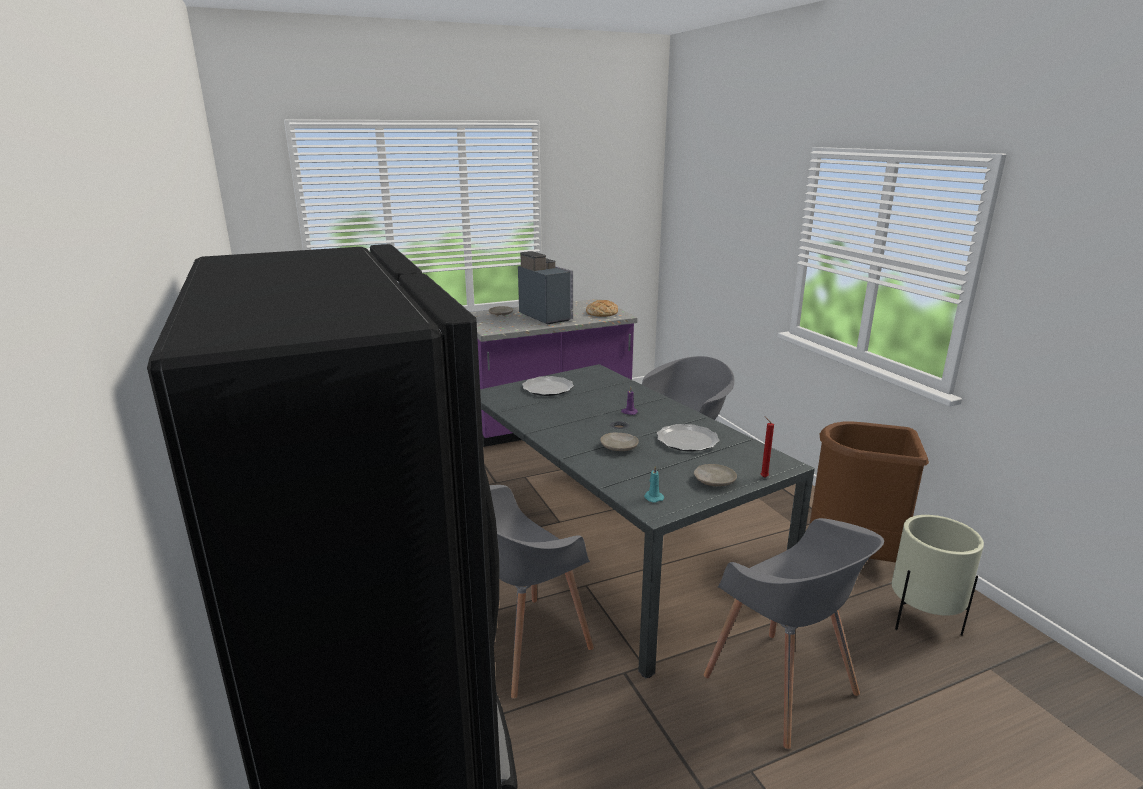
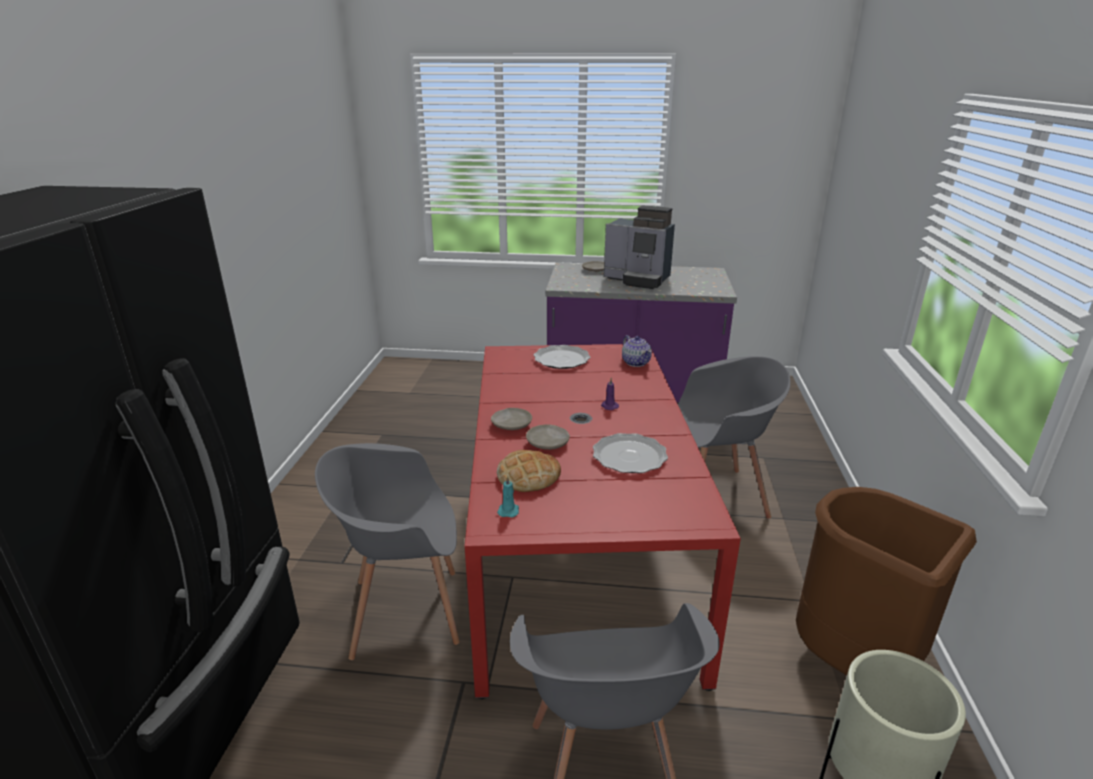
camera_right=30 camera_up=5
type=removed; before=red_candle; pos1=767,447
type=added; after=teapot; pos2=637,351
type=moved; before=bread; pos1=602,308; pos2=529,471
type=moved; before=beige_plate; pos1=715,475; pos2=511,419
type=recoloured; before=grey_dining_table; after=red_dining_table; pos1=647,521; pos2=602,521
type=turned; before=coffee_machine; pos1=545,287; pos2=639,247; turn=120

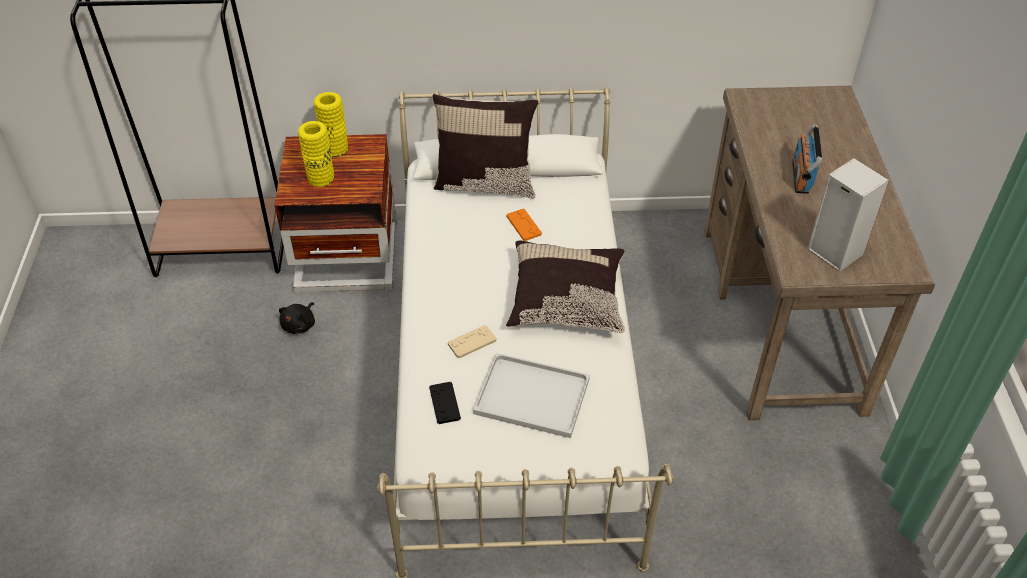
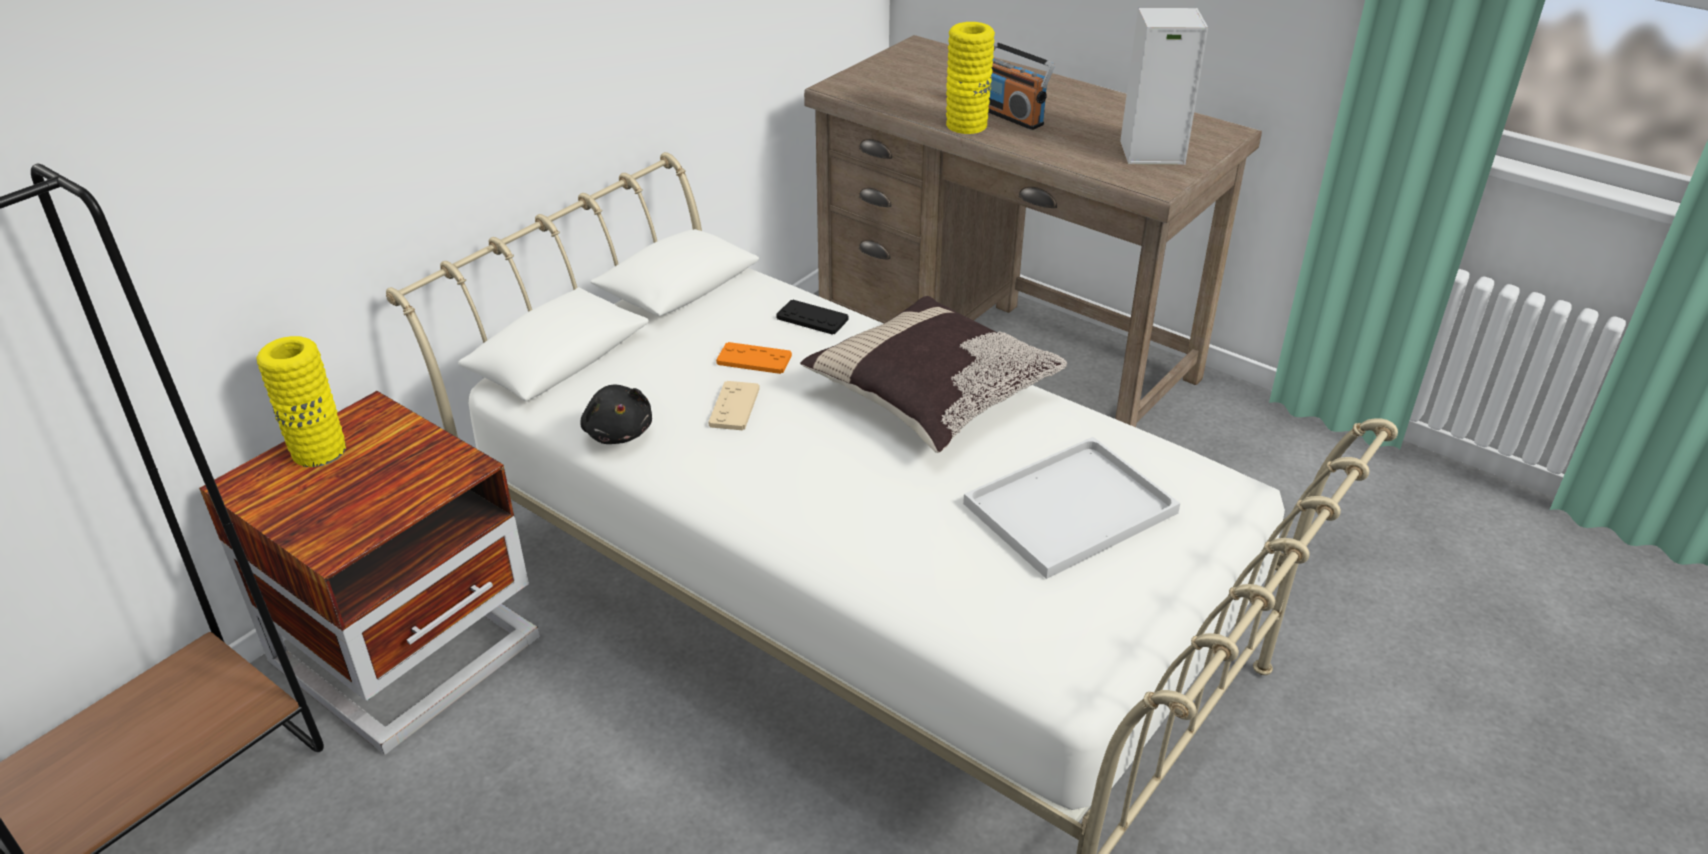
camera_right=-50 camera_up=-10
type=removed; before=pillow; pos1=485,146
type=moved; before=black_plush_toy; pos1=297,318; pos2=616,414
type=moved; before=yellow_vase; pos1=316,154; pos2=970,78
type=moved; before=black_game_controller; pos1=445,403; pos2=812,317
type=moved; before=beige_game_controller; pos1=472,341; pos2=734,405

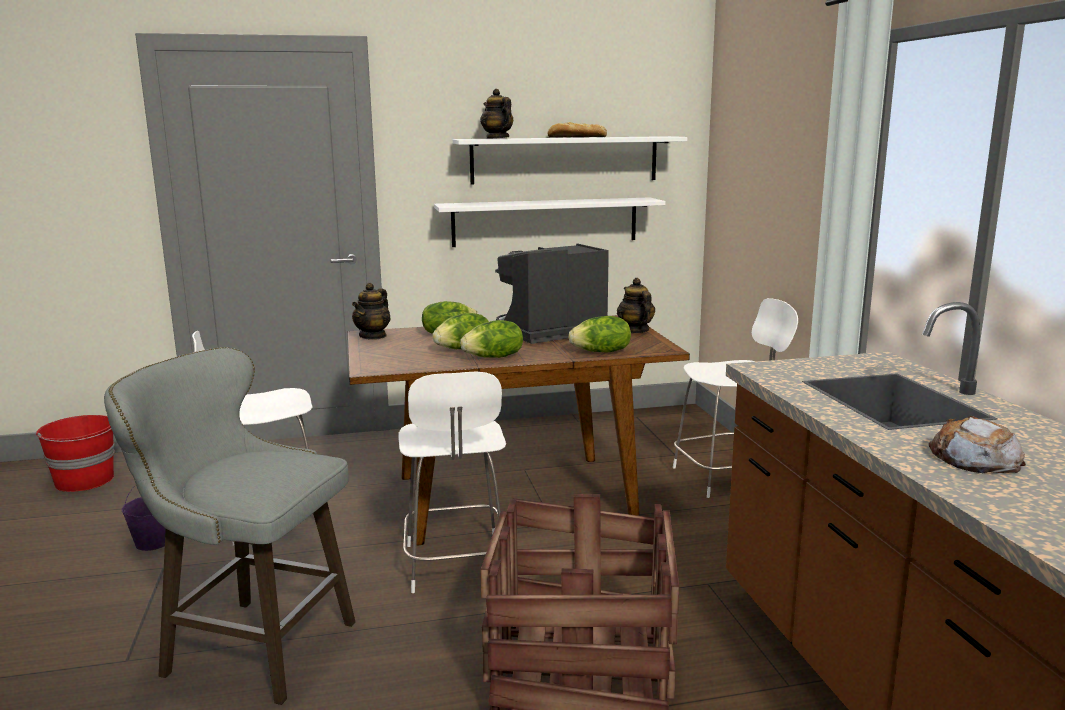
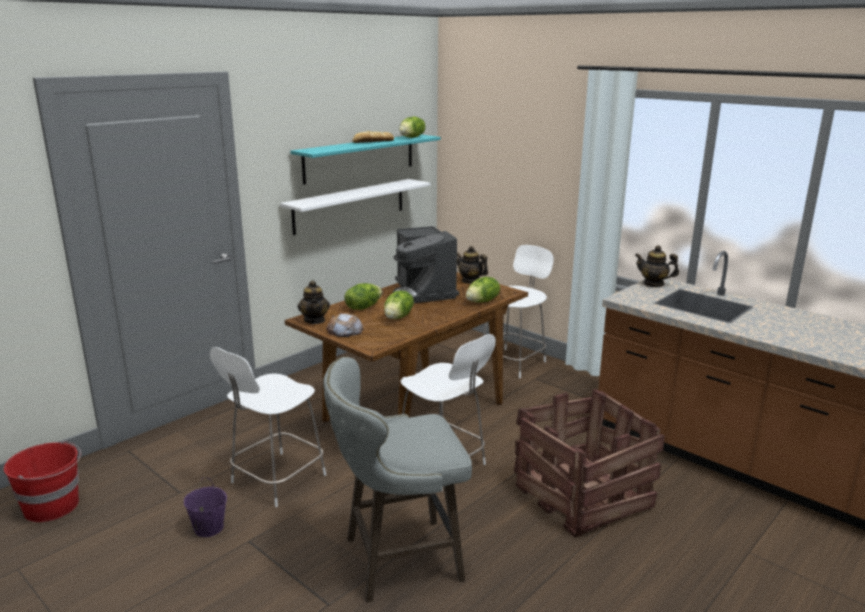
camera_right=-35 camera_up=5
type=moved; before=lettuce; pos1=491,339; pos2=412,127
type=moved; before=teapot; pos1=496,114; pos2=657,266
type=moved; before=bread; pos1=977,444; pos2=345,325
type=recoloured; before=white_shelf; after=turquoise_shelf; pos1=570,160; pos2=365,159
type=turned; before=coffee_machine; pos1=552,294; pos2=426,264; turn=-45

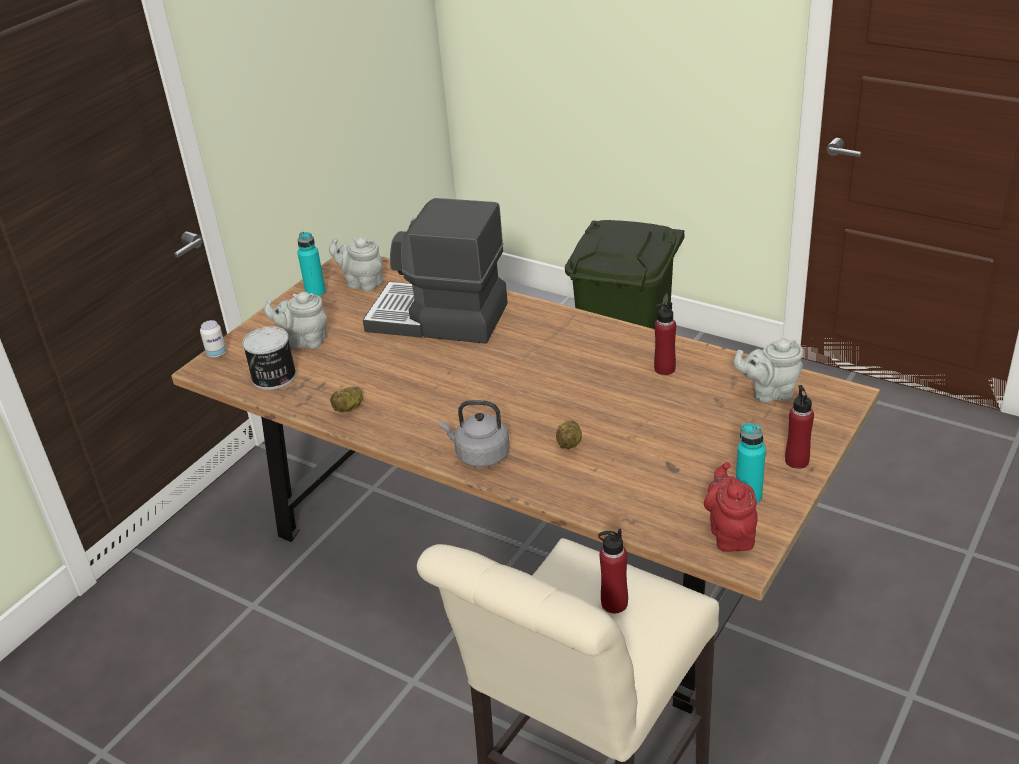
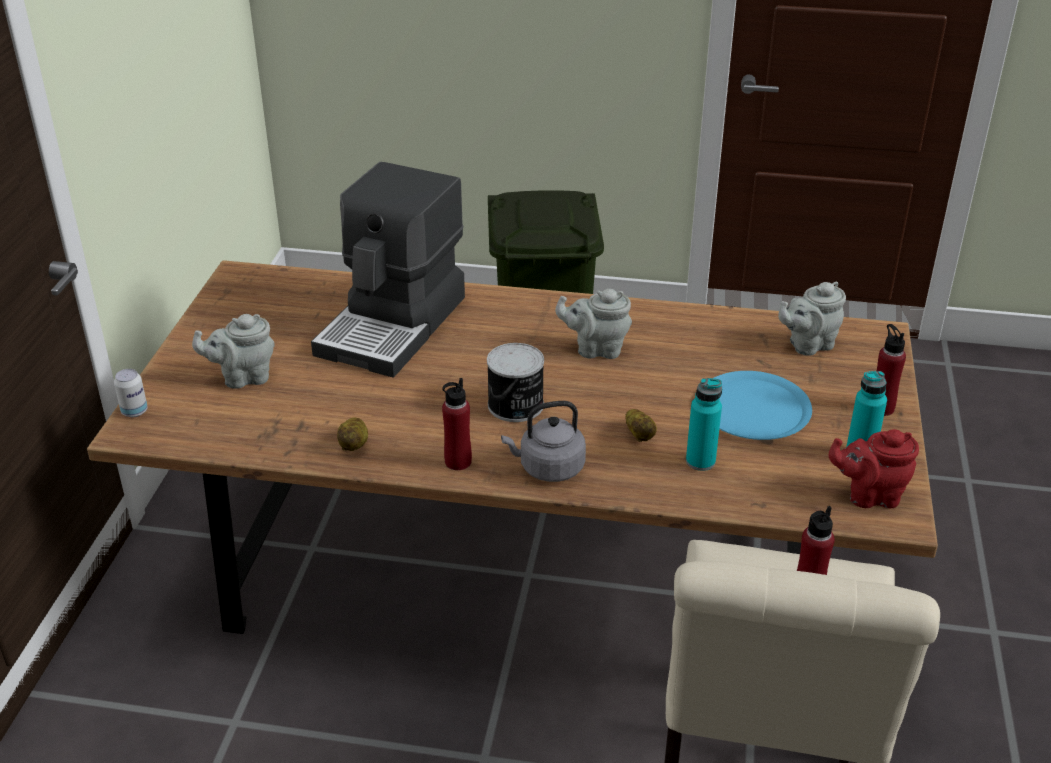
camera_right=-25 camera_up=0
type=added; after=blue_plate; pos2=763,405
type=moved; before=can; pos1=269,358; pos2=515,382
type=moved; before=turquoise_bottle; pos1=311,264; pos2=704,424
type=moved; before=grey_teapot; pos1=356,264; pos2=593,324
type=moved; before=red_bottle; pos1=665,338; pos2=457,424
type=turned; before=coffee_machine; pos1=435,271; pos2=388,270; turn=-60
type=turned; before=red_teapot; pos1=731,507; pos2=874,468; turn=-60

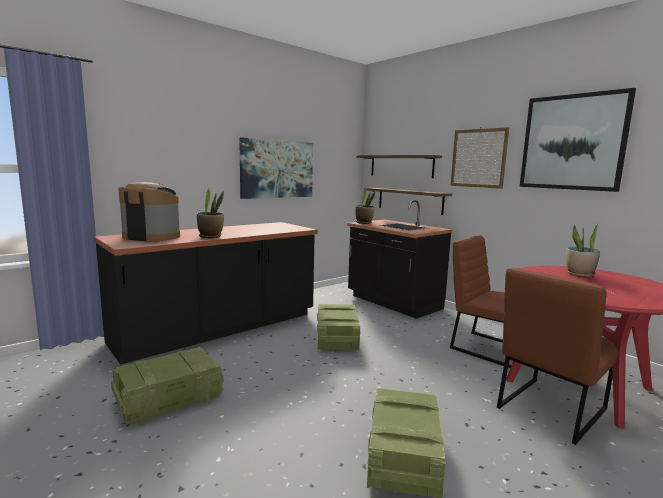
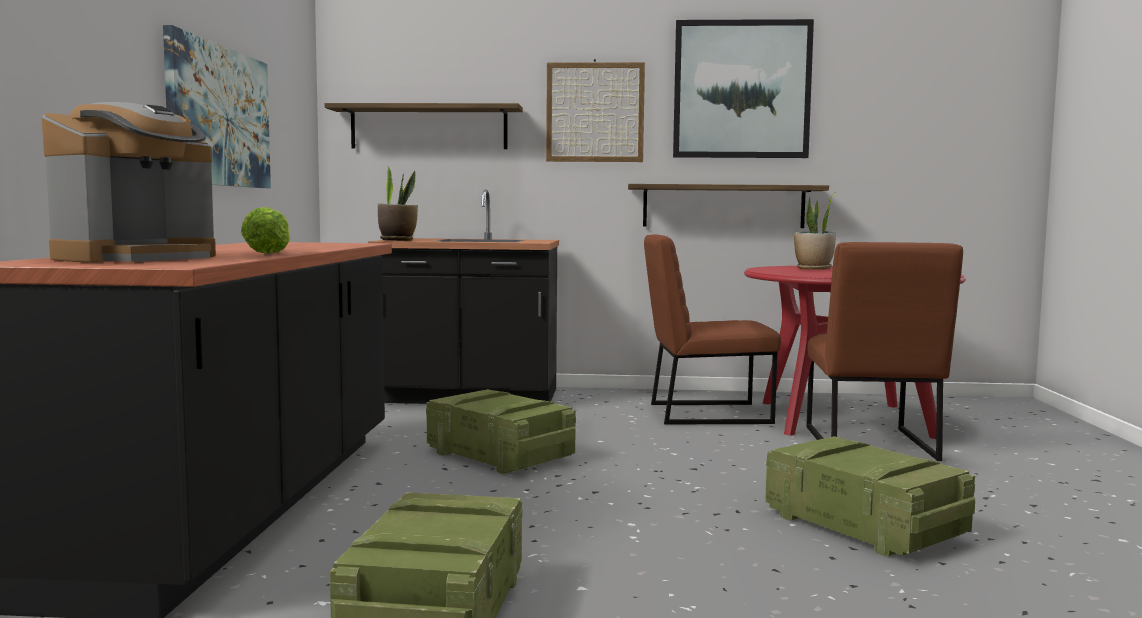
camera_right=-45 camera_up=-5
type=moved; before=shelf; pos1=408,201; pos2=728,206
type=replaced; before=potted_plant; after=lettuce; pos1=210,212; pos2=265,230
type=turned; before=coffee_machine; pos1=149,212; pos2=129,182; turn=150

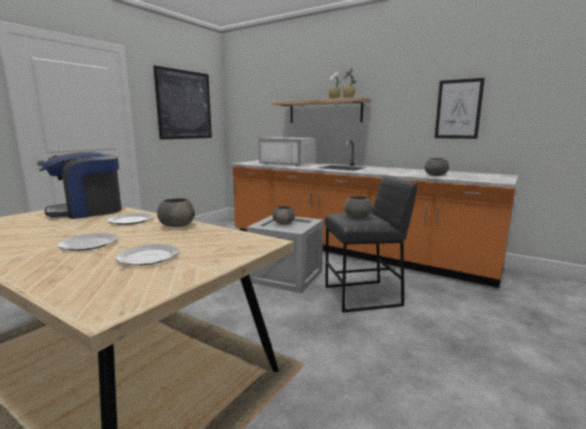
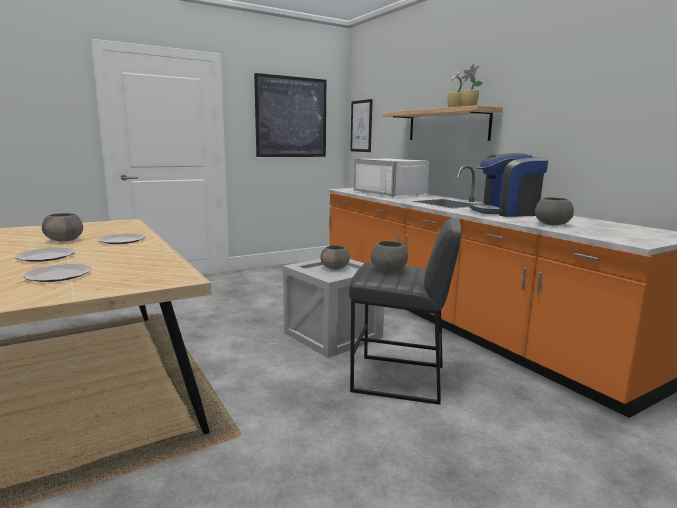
camera_right=25 camera_up=0
type=moved; before=coffee_machine; pos1=80,185; pos2=508,185
type=moved; before=grey_bowl; pos1=176,212; pos2=62,227
type=moved; before=picture; pos1=460,108; pos2=361,125

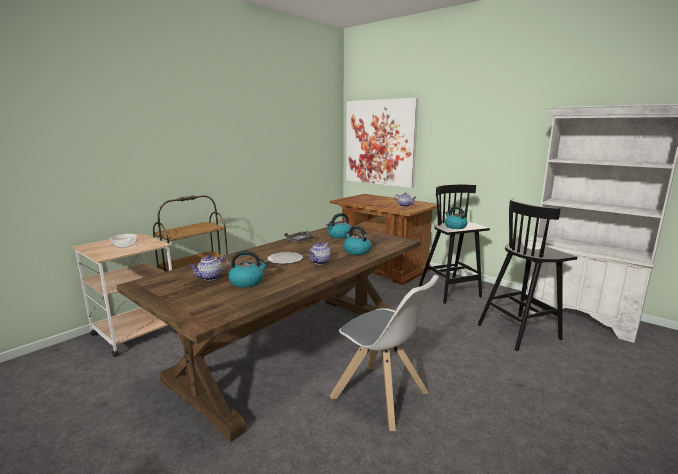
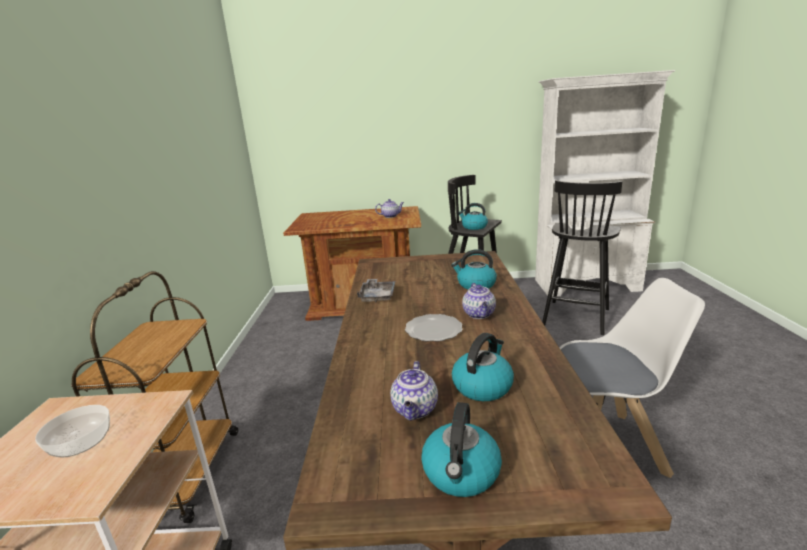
camera_right=-40 camera_up=5
type=removed; before=picture; pos1=382,143
type=moved; before=kettle; pos1=339,226; pos2=461,449

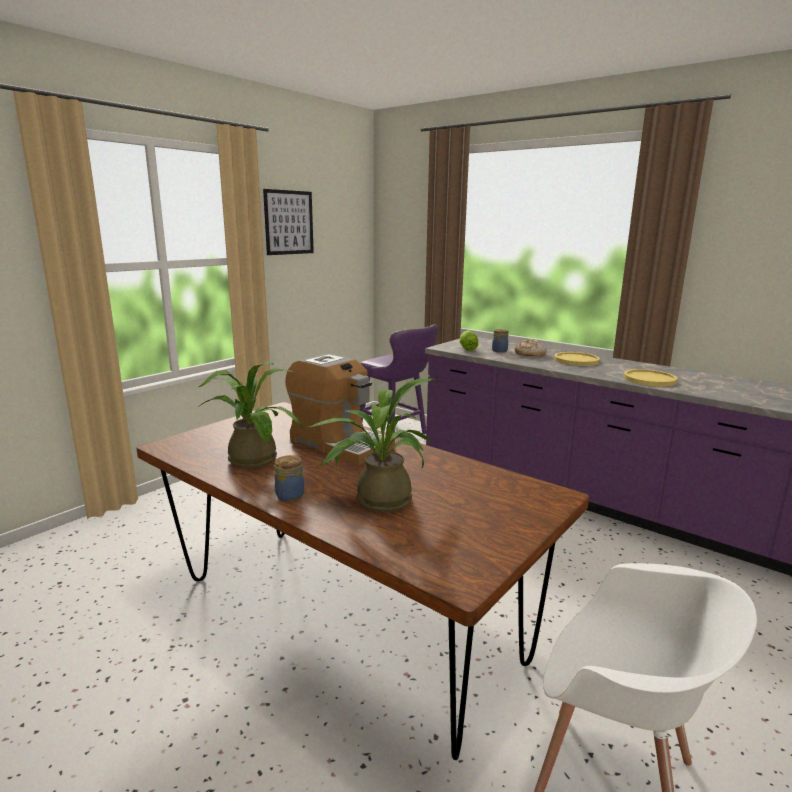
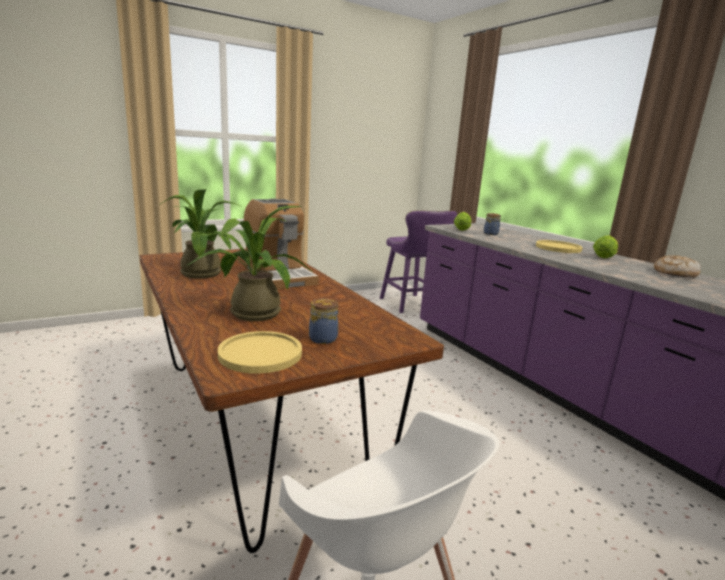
camera_right=20 camera_up=0
type=removed; before=picture; pos1=288,222
type=added; after=lettuce; pos2=605,246
type=moved; before=jar; pos1=289,478; pos2=323,321
type=moved; before=bread; pos1=530,347; pos2=677,266
type=moved; before=yellow_plate; pos1=651,378; pos2=260,352

